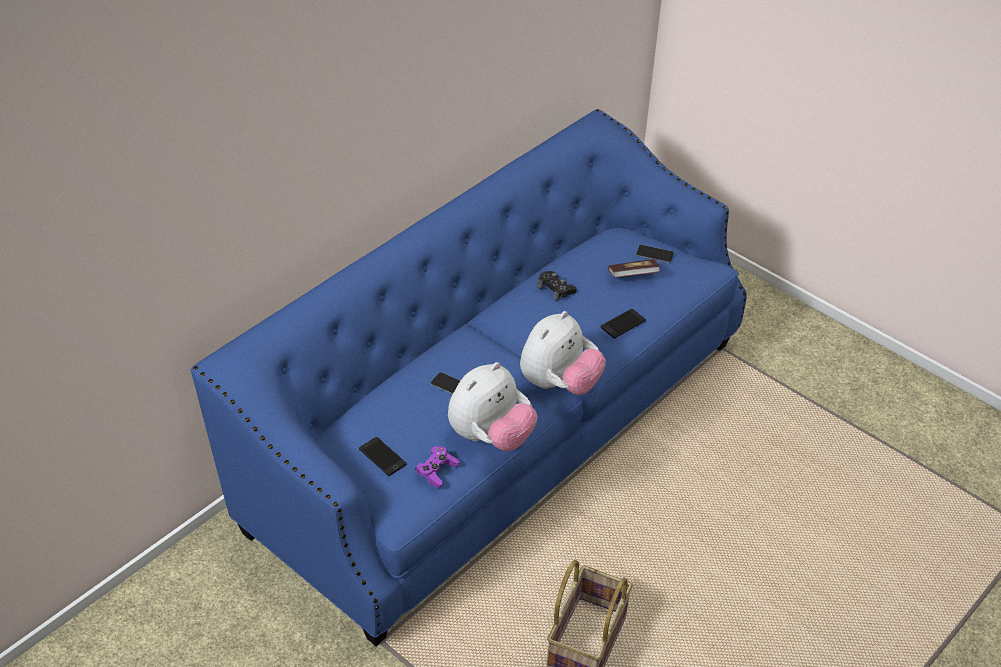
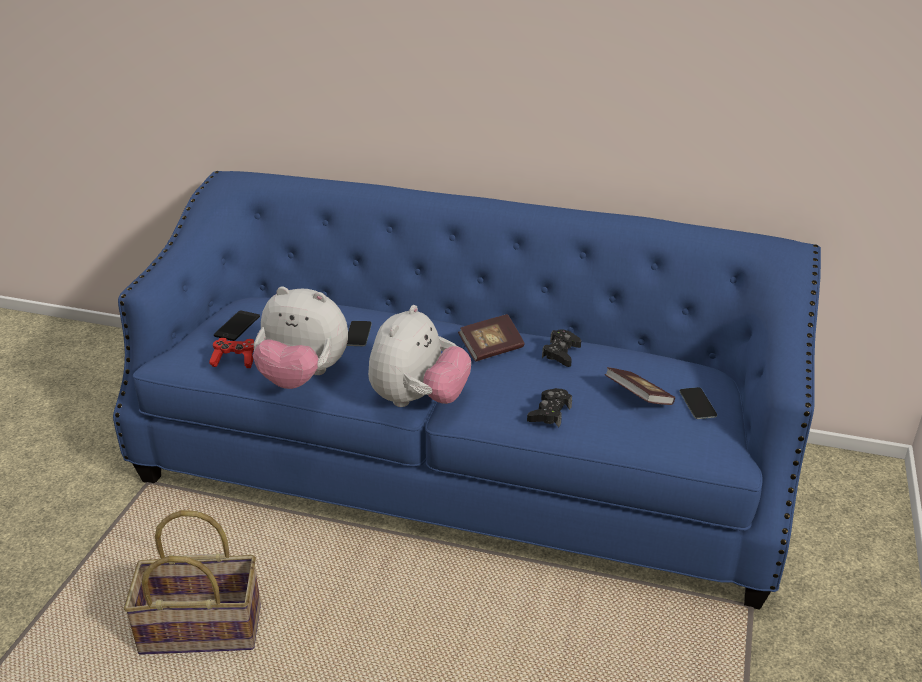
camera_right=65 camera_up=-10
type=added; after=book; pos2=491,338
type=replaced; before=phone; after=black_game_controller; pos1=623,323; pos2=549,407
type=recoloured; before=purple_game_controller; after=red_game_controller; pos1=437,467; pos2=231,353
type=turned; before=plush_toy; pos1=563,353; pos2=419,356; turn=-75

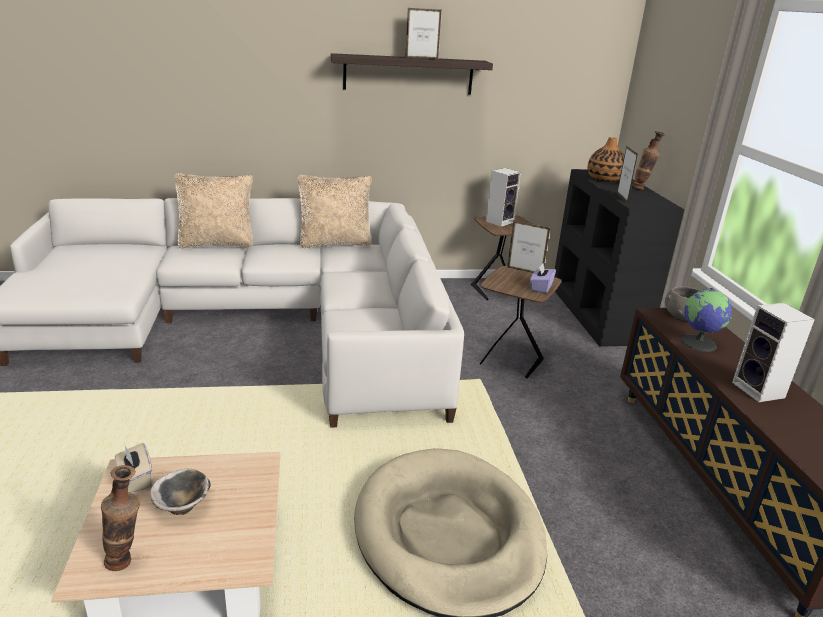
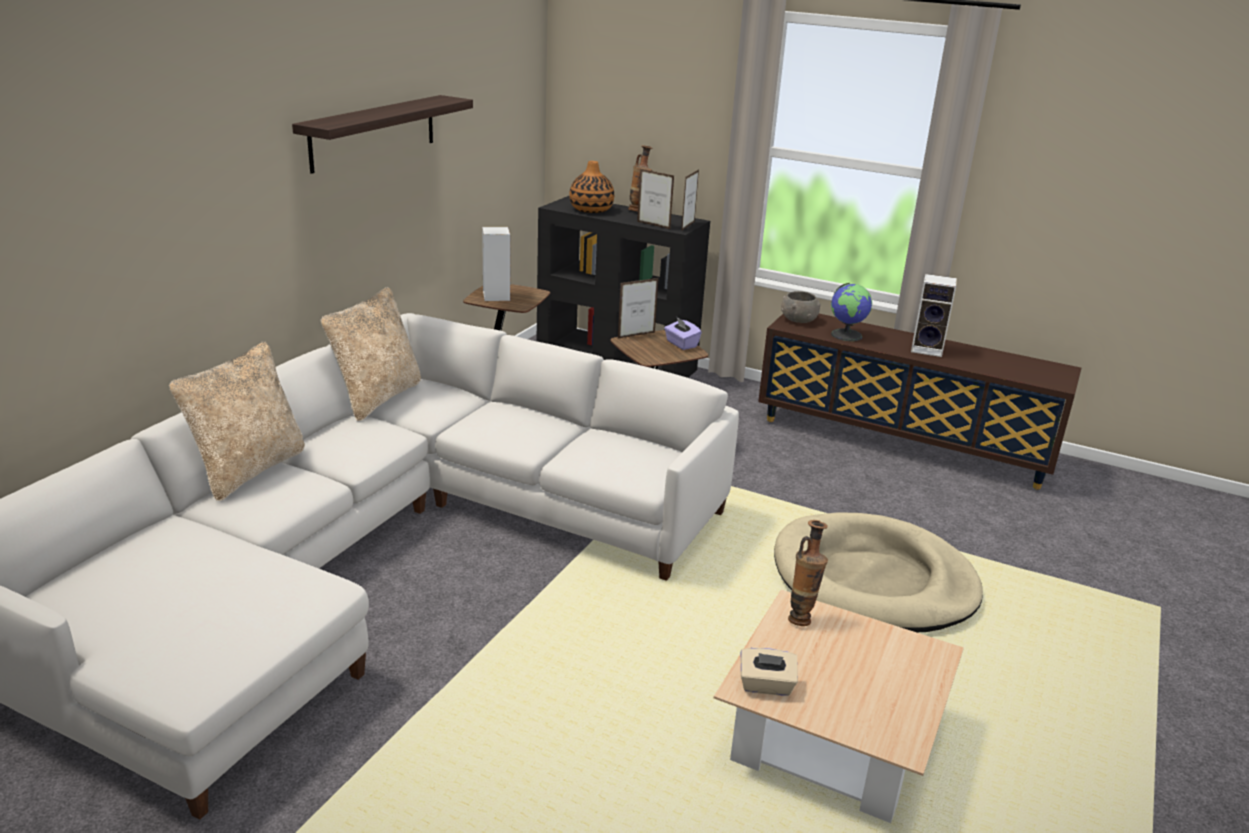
camera_right=-55 camera_up=0
type=removed; before=bowl; pos1=180,492
type=moved; before=vase; pos1=120,518; pos2=808,573
type=moved; before=picture_frame; pos1=423,33; pos2=690,200

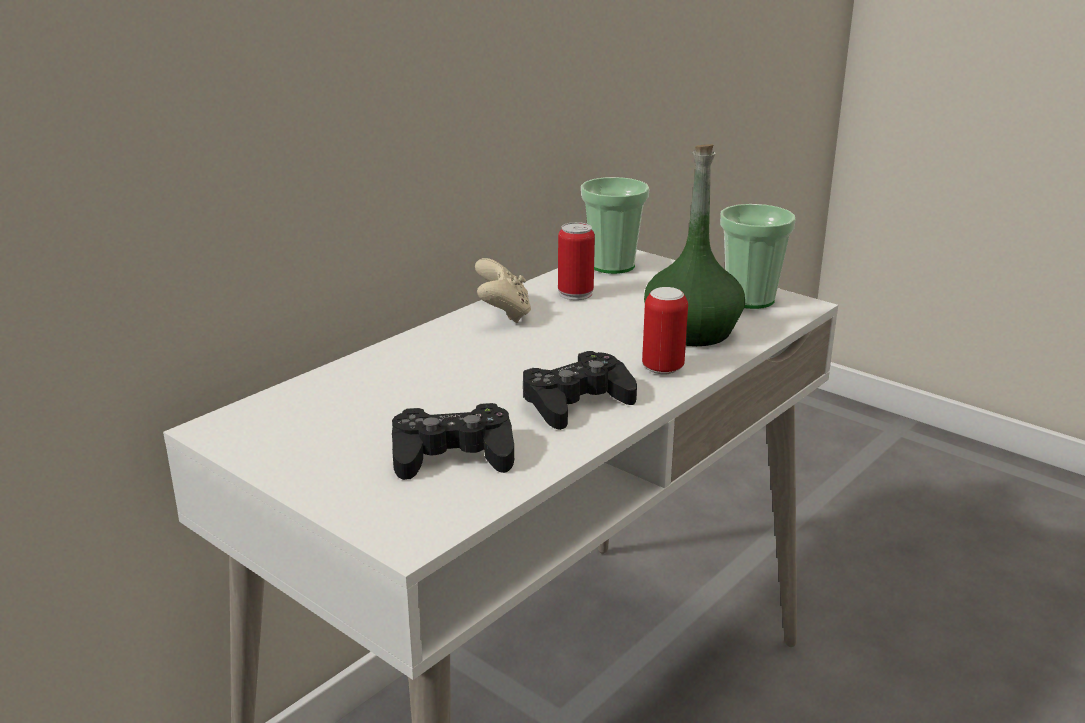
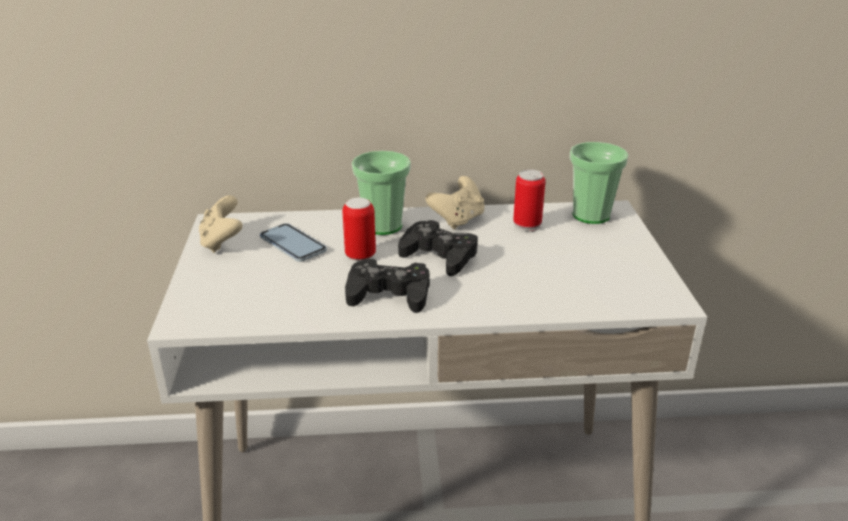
camera_right=45 camera_up=5
type=removed; before=green_bottle; pos1=694,245
type=added; after=beige_game_controller; pos2=221,224
type=added; after=phone; pos2=293,242
type=moved; before=black_game_controller; pos1=453,441; pos2=438,248
type=moved; before=can; pos1=665,330; pos2=359,229
type=moved; before=cup; pos1=758,256; pos2=381,193

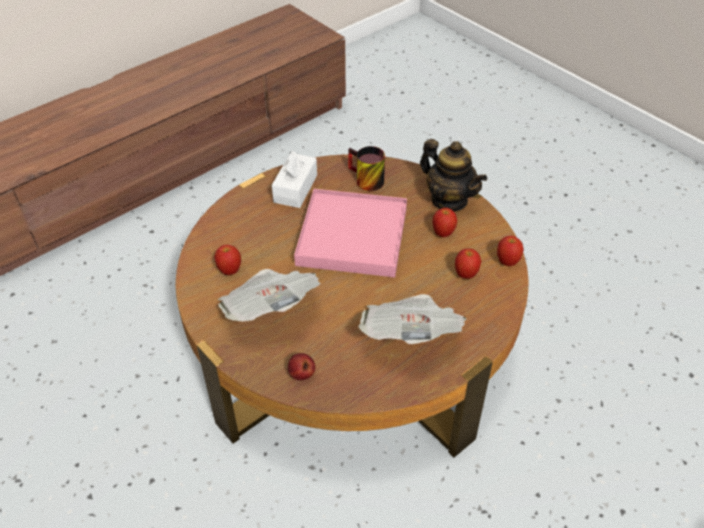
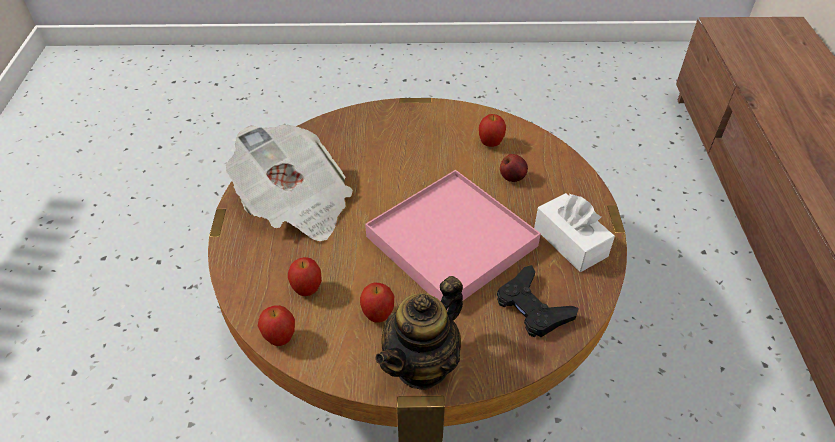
camera_right=130 camera_up=0
type=removed; before=newspaper; pos1=269,295
type=moved; before=apple; pos1=301,367; pos2=514,168
type=replaced; before=mug; after=black_game_controller; pos1=366,168; pos2=538,301
type=turned; before=teapot; pos1=453,175; pos2=419,333; turn=-45

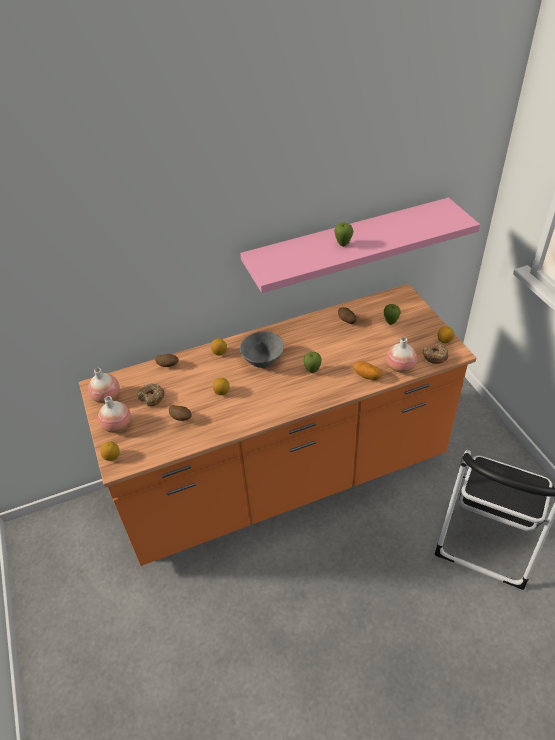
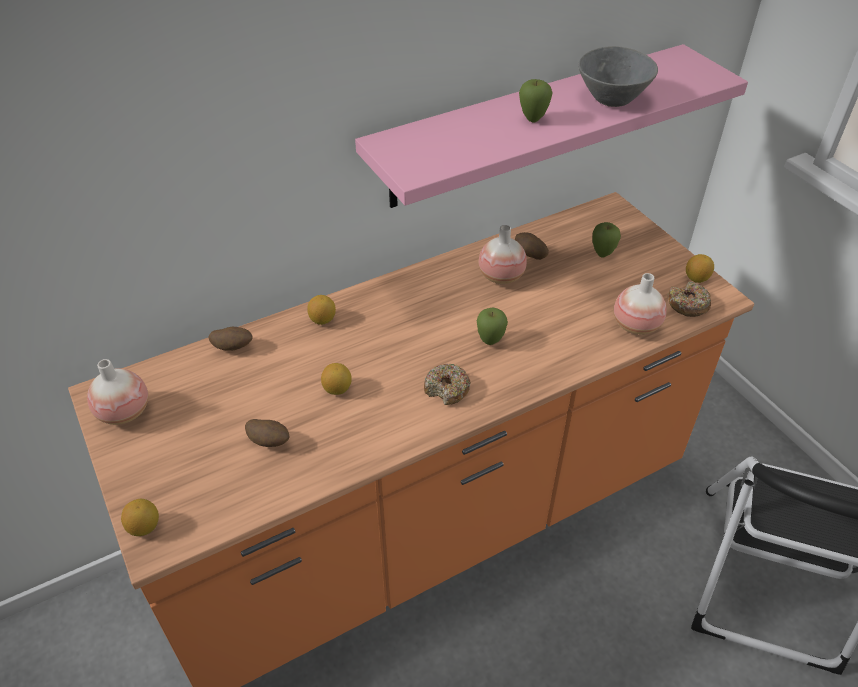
camera_right=-10 camera_up=0
type=removed; before=potato; pos1=368,370
type=moved; before=vase; pos1=114,414; pos2=503,254
type=moved; before=donut; pos1=151,394; pos2=447,384
type=moved; before=grey_bowl; pos1=262,349; pos2=618,76

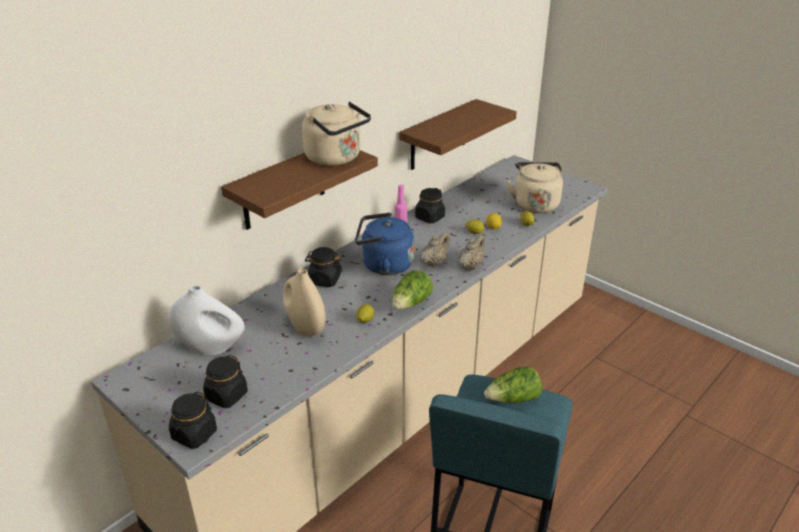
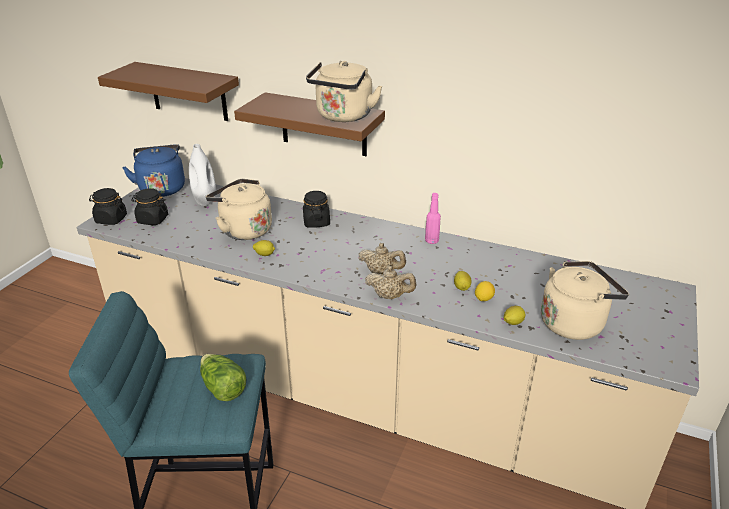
camera_right=70 camera_up=0
type=removed; before=lettuce; pos1=412,290
type=removed; before=black_jar; pos1=430,205
type=moved; before=blue_kettle; pos1=384,243; pos2=153,170
type=moved; before=brown_shelf; pos1=458,134; pos2=168,91
type=replaced; before=beige_vase; after=beige_kettle; pos1=304,302; pos2=239,209

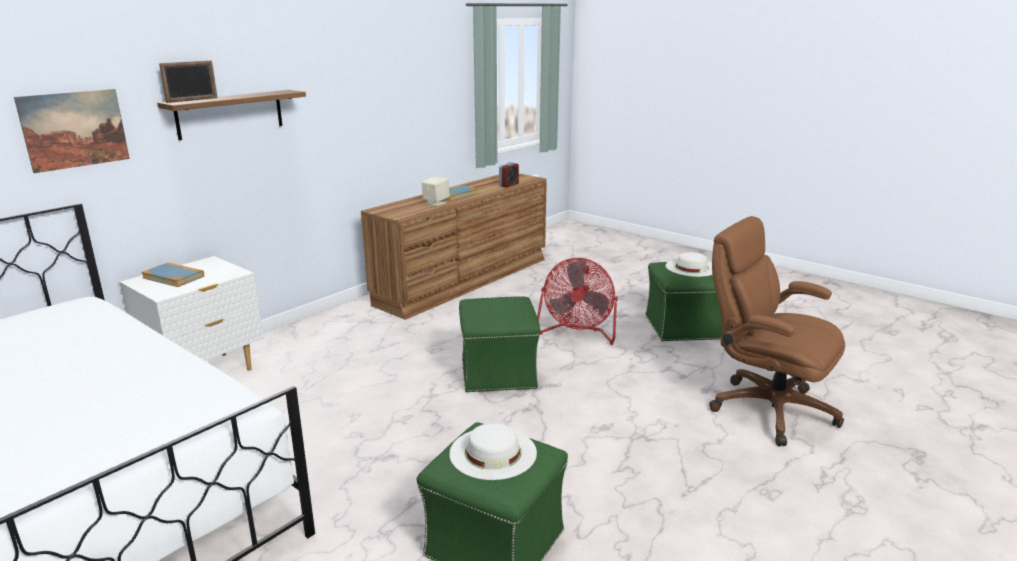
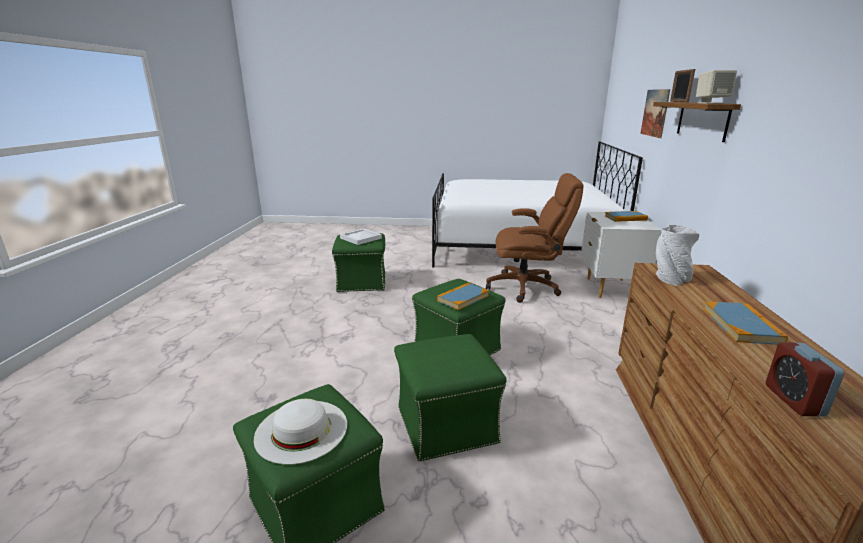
camera_right=145 camera_up=0
type=added; after=book; pos2=463,296
type=added; after=grey_vase; pos2=677,255
type=moved; before=beige_speaker; pos1=436,191; pos2=716,87
type=moved; before=brown_office_chair; pos1=777,331; pos2=535,238
type=replaced; before=white_hat; after=white_tray; pos1=493,451; pos2=361,237
type=replaced; before=red_fan; after=green_ottoman; pos1=577,301; pos2=450,397

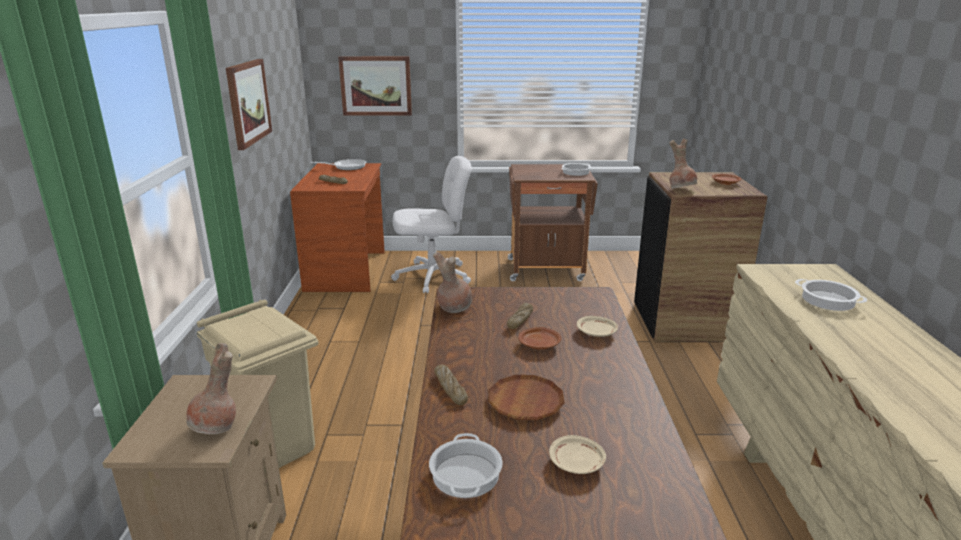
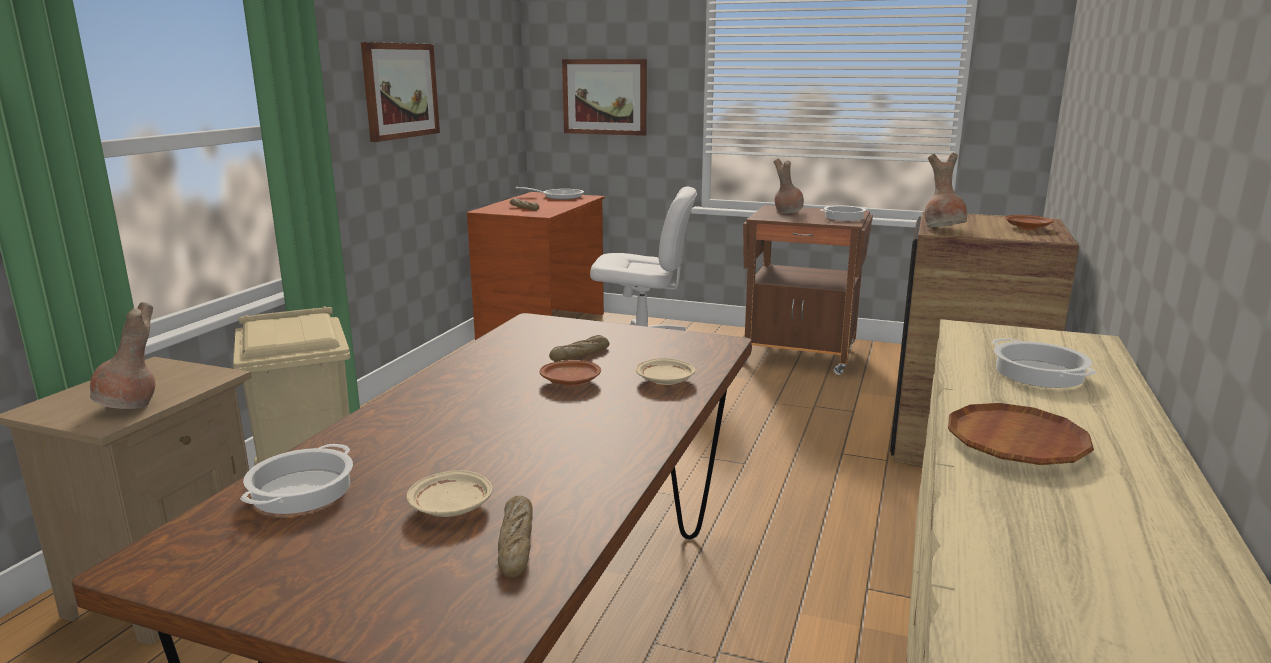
camera_right=20 camera_up=-5
type=moved; before=brown_vase; pos1=452,282; pos2=789,186
type=moved; before=bread; pos1=451,385; pos2=515,536
type=moved; before=brown_plate; pos1=526,397; pos2=1021,434

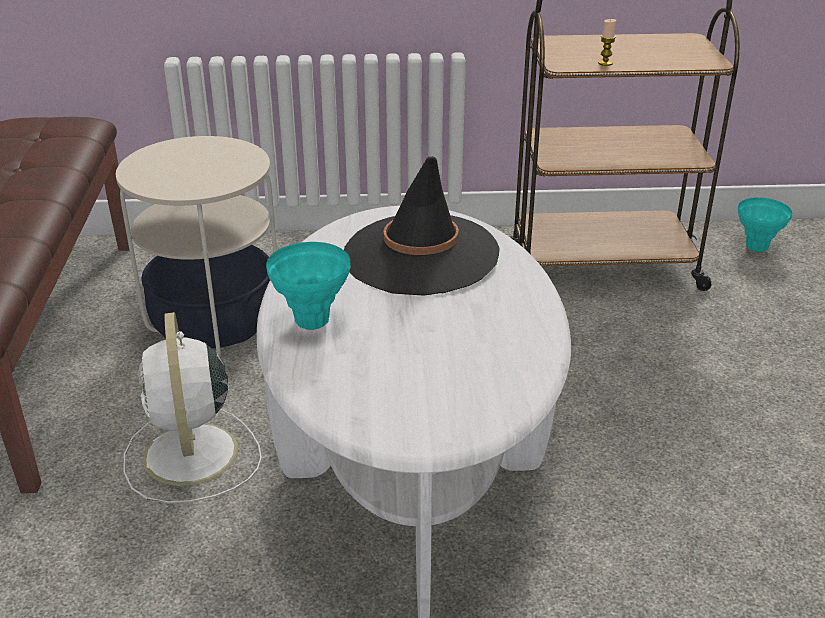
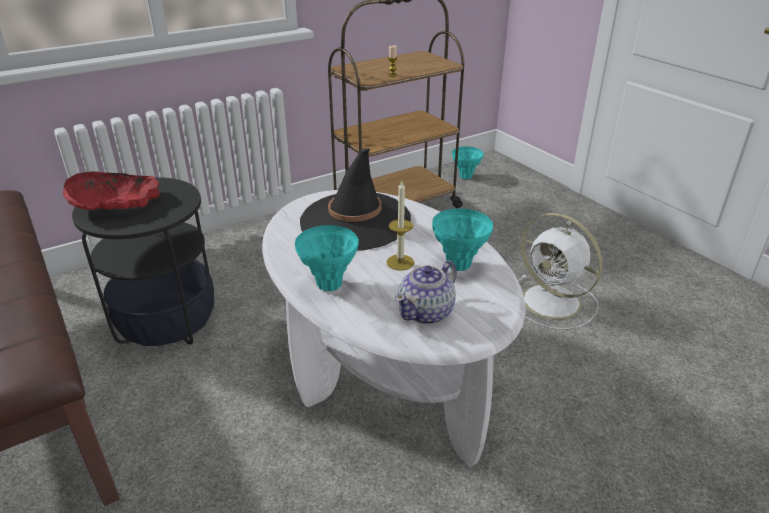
camera_right=-30 camera_up=0
type=added; after=red_bowl; pos2=111,190
type=added; after=candle; pos2=400,226
type=added; after=teapot; pos2=426,292
type=added; after=turquoise_vase; pos2=462,239
type=moved; before=white_fan; pos1=192,407; pos2=560,271
type=recoloured; before=beige_side_table; after=black_side_table; pos1=196,246; pos2=143,261

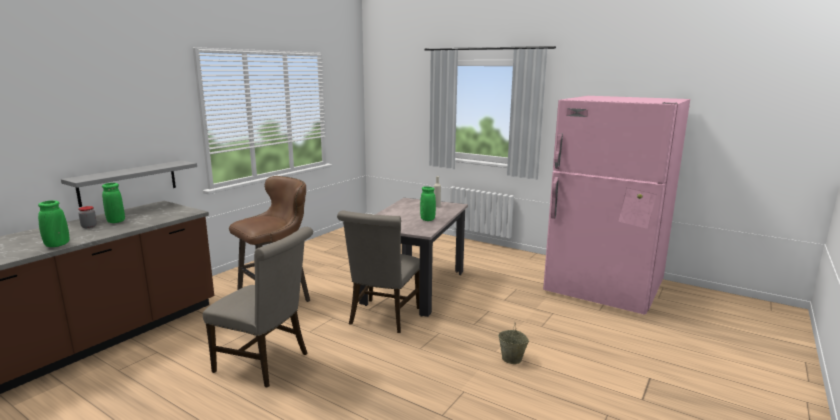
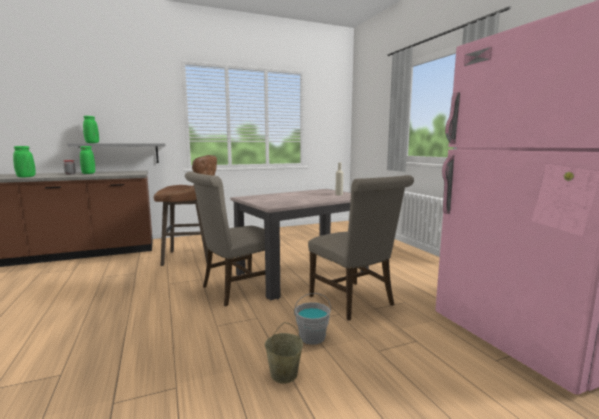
camera_right=35 camera_up=-5
type=added; after=grey_bucket; pos2=312,319
type=moved; before=beige_chair; pos1=258,307; pos2=361,247
type=moved; before=green_vase; pos1=428,203; pos2=91,129

